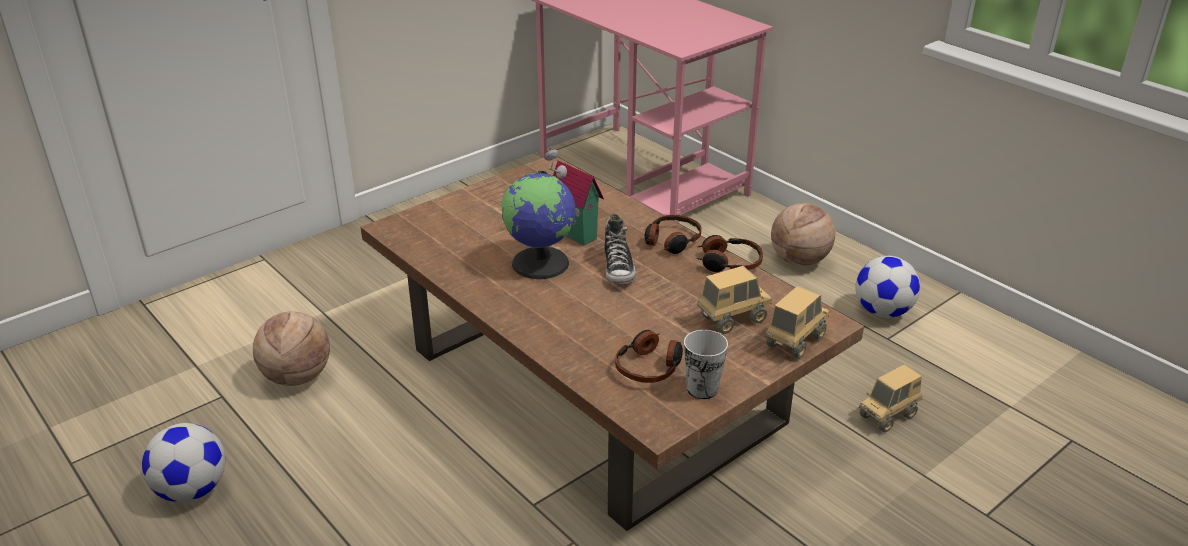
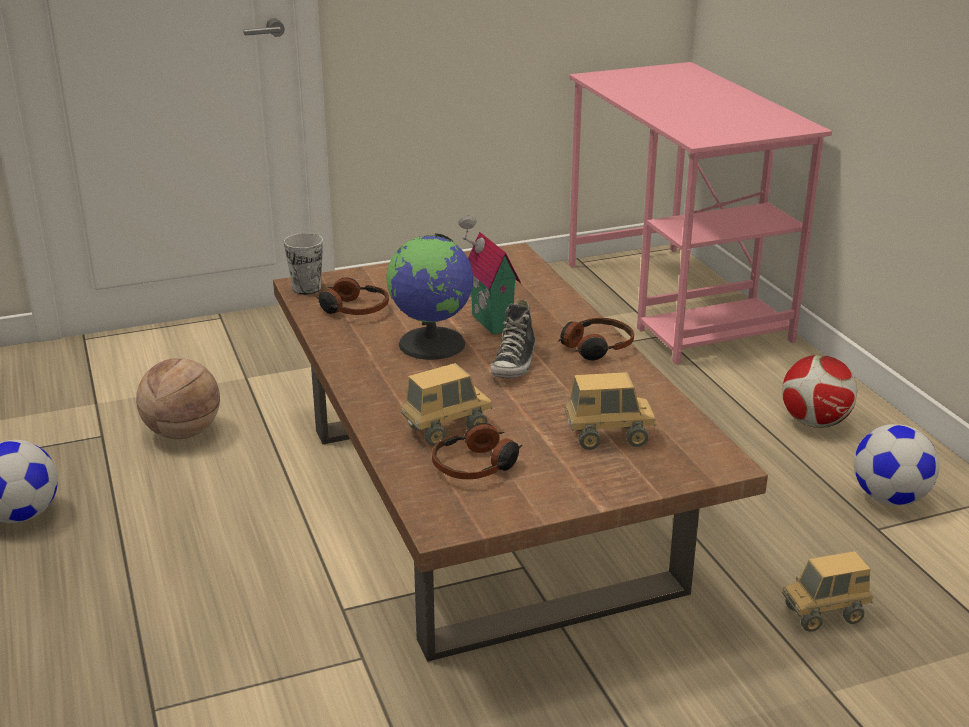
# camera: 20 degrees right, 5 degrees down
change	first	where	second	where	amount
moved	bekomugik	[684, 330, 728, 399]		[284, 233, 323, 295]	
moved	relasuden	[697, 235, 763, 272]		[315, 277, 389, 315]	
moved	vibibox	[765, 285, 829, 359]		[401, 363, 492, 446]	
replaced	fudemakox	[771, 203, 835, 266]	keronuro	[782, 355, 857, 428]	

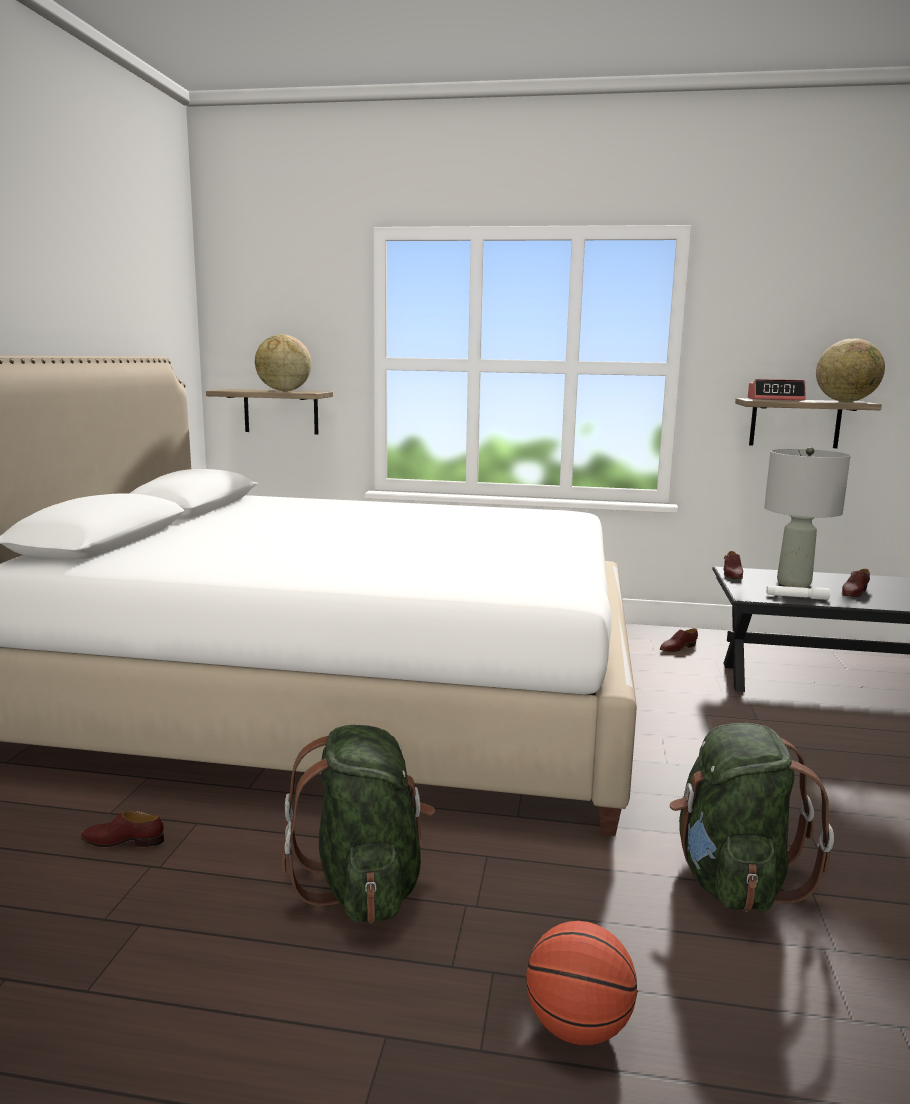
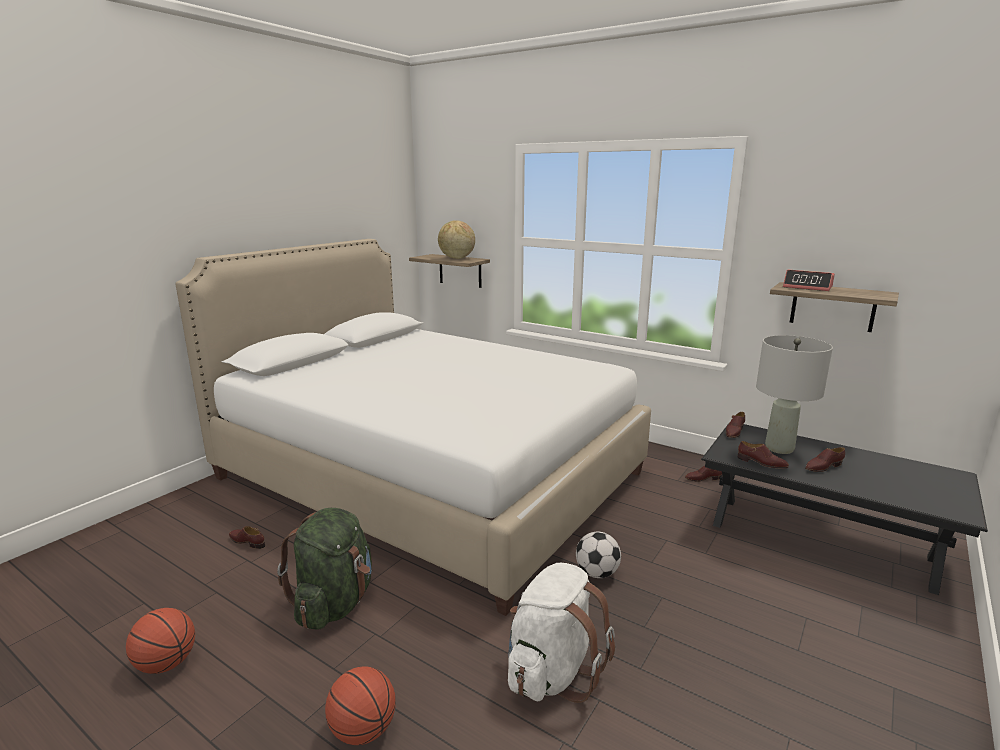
# camera: 25 degrees right, 5 degrees up
change	first	where	second	where	amount
removed	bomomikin	[816, 338, 885, 402]			
added			fudemakox	[126, 608, 195, 674]	
added			keronuro	[576, 532, 621, 578]	
replaced	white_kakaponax	[766, 586, 830, 600]	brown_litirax	[738, 441, 789, 469]	
recoloured	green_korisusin	[669, 723, 834, 912]	white_korisusin	[508, 563, 615, 703]	

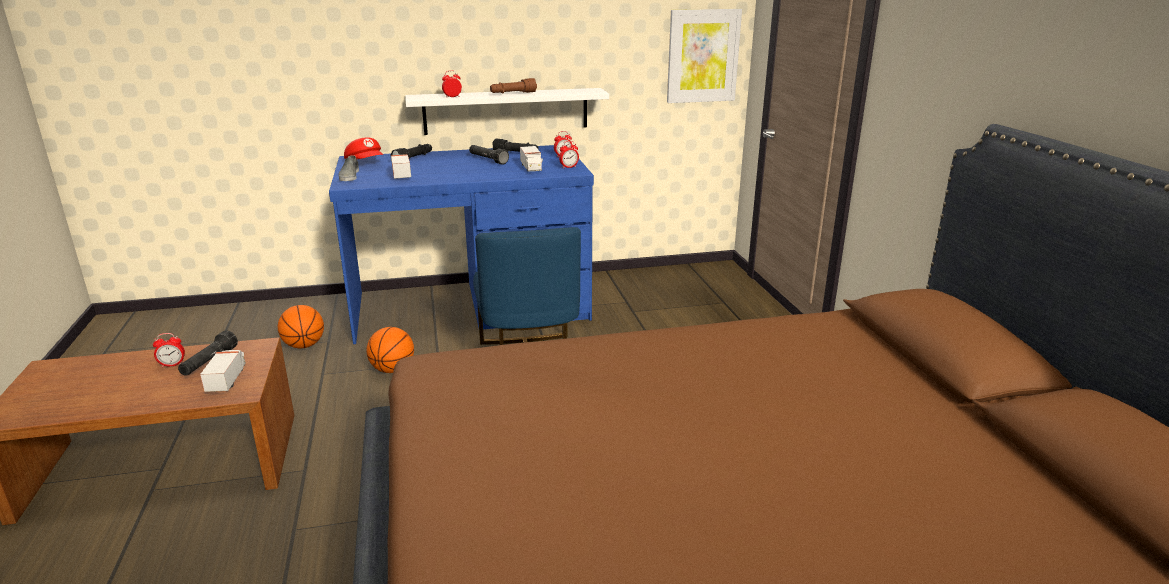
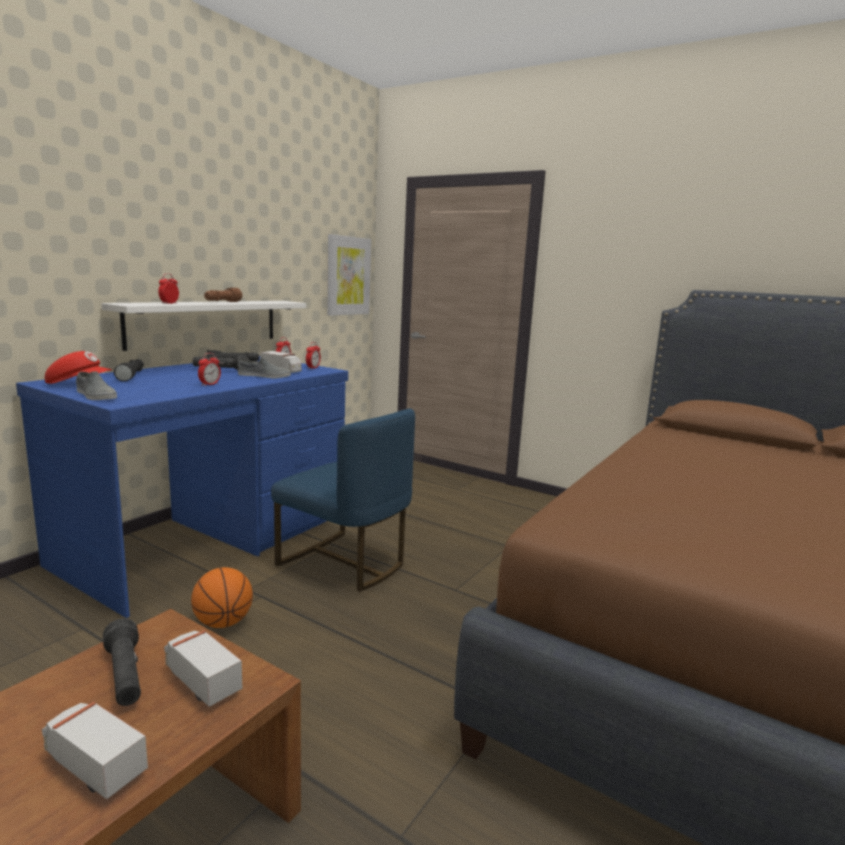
# camera: 45 degrees left, 10 degrees down
change	first	where	second	where	amount
removed	fudemakox	[278, 305, 324, 348]			
added			grey_litirax	[238, 357, 291, 378]	
moved	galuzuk	[153, 333, 185, 368]		[198, 353, 221, 386]	
moved	vibibox	[391, 154, 411, 179]		[42, 702, 148, 800]	

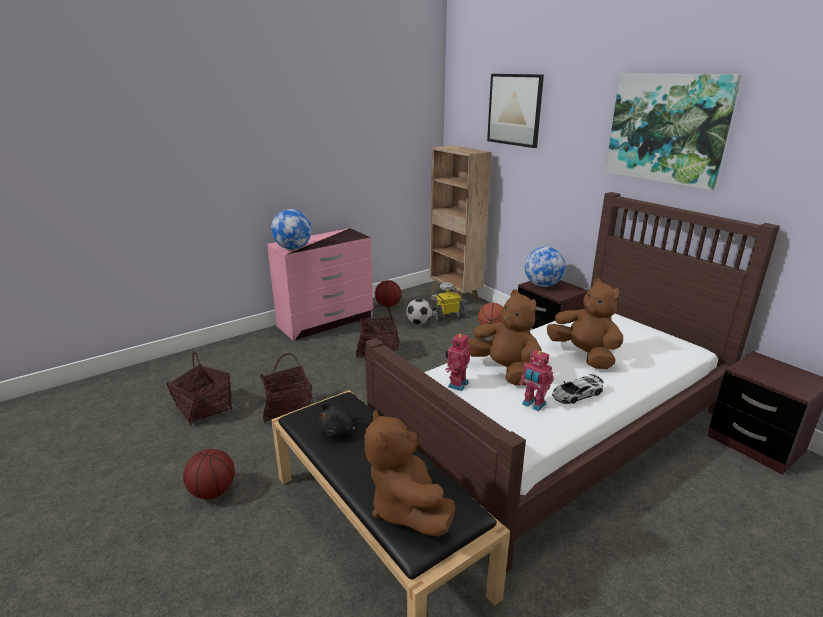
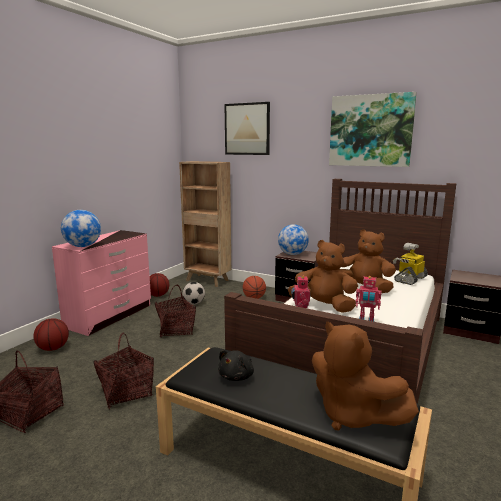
# camera: 25 degrees left, 10 degrees down
change	first	where	second	where	amount
removed	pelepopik	[552, 374, 604, 404]			
moved	fudemakox	[183, 449, 235, 499]		[33, 318, 69, 351]	
moved	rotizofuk	[431, 282, 466, 322]		[393, 243, 428, 285]	

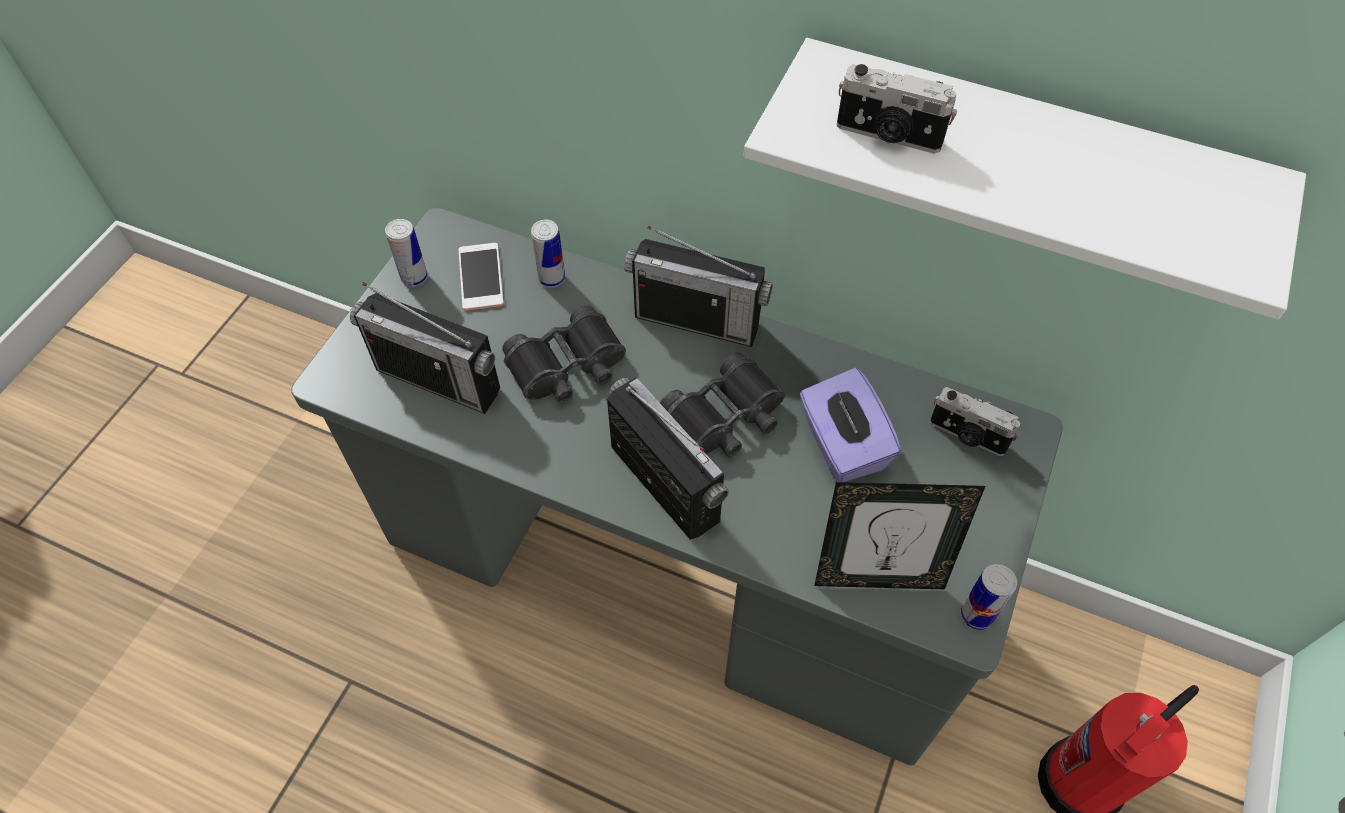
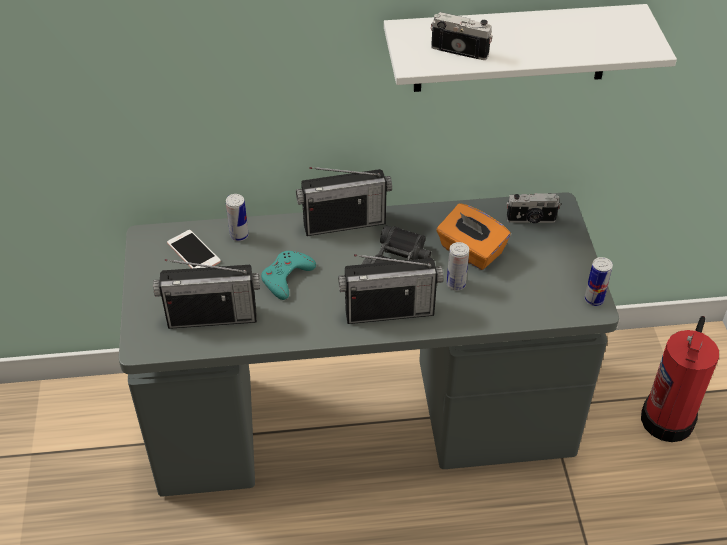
# camera: 30 degrees left, 10 degrees down
change	first	where	second	where	amount
removed	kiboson	[814, 482, 985, 589]			
moved	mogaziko	[385, 219, 428, 287]		[447, 242, 469, 291]	
replaced	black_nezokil	[503, 305, 626, 403]	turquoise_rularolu	[261, 251, 316, 300]	
recoloured	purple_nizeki	[800, 368, 901, 482]	orange_nizeki	[436, 203, 511, 270]	
turned	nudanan	[607, 377, 729, 540]		[338, 254, 443, 324]	150 degrees clockwise
turned	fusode	[837, 64, 957, 153]		[431, 12, 493, 60]	150 degrees counterclockwise

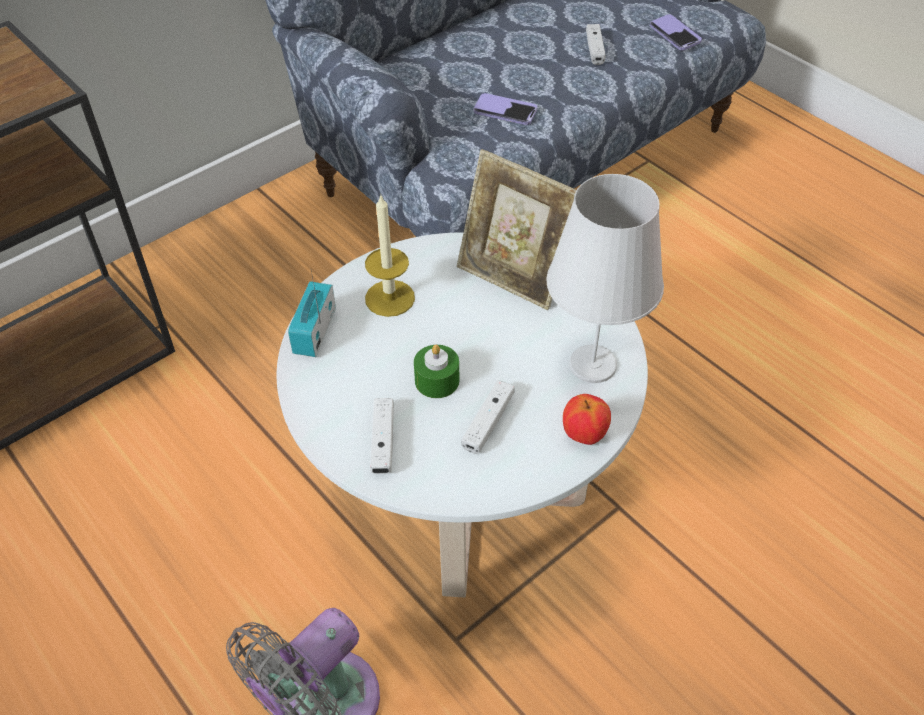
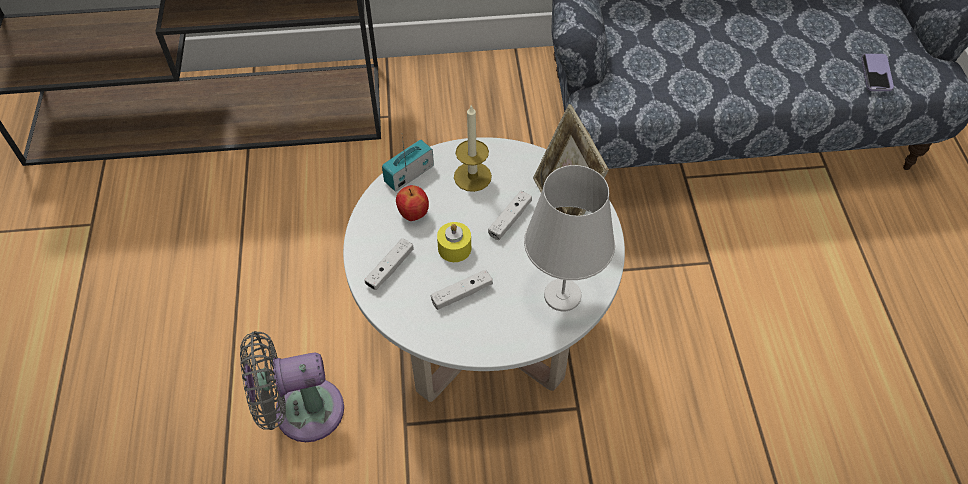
# camera: 35 degrees right, 5 degrees up
change	first	where	second	where	amount
removed	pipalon	[474, 93, 538, 125]			
moved	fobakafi	[563, 394, 611, 445]		[396, 185, 429, 221]	
moved	white_rularolu	[586, 24, 606, 65]		[488, 191, 532, 240]	
recoloured	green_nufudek	[414, 345, 459, 398]	yellow_nufudek	[437, 222, 471, 262]	

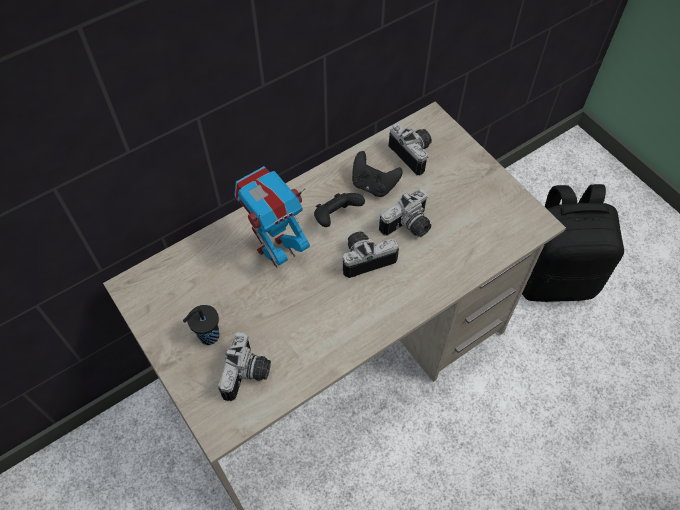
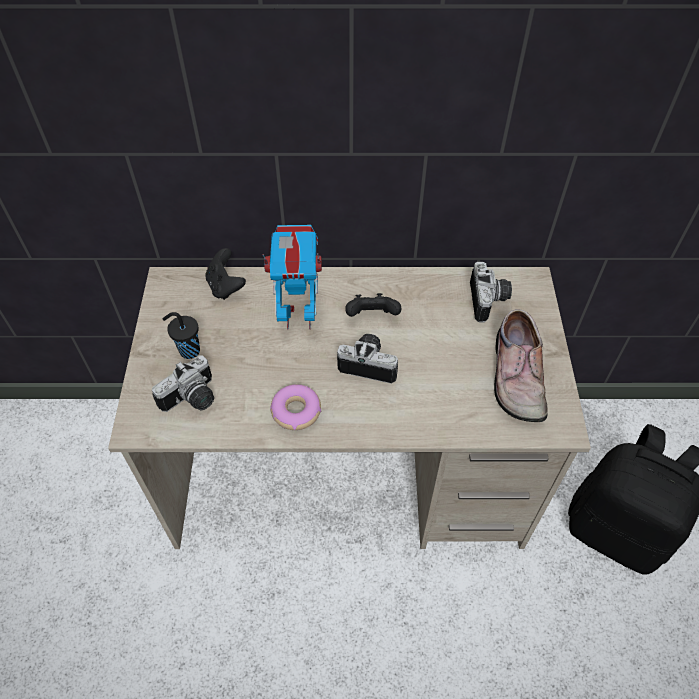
# camera: 35 degrees right, 5 degrees down
change	first	where	second	where	amount
removed	fusode	[379, 189, 431, 237]			
added			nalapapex	[270, 384, 321, 430]	
added			litirax	[494, 309, 548, 422]	
moved	black_rularolu	[352, 151, 403, 197]		[205, 248, 246, 300]	

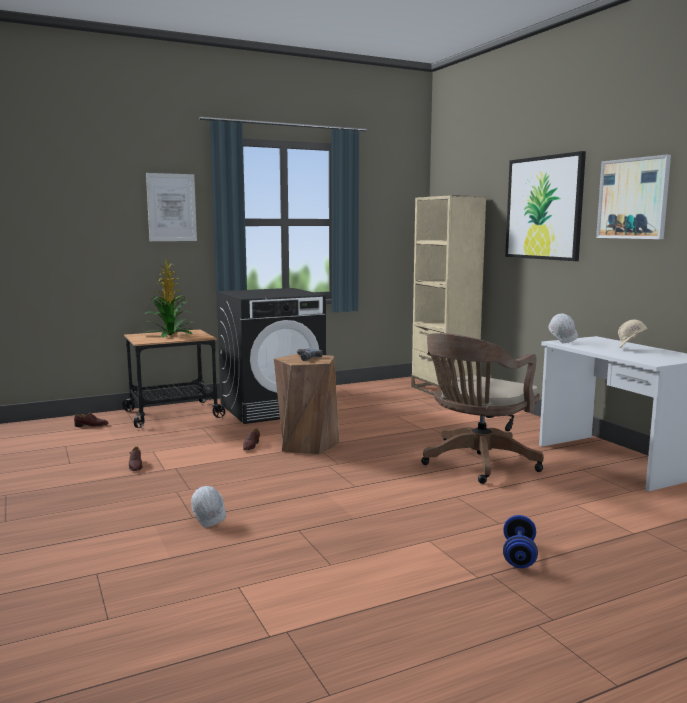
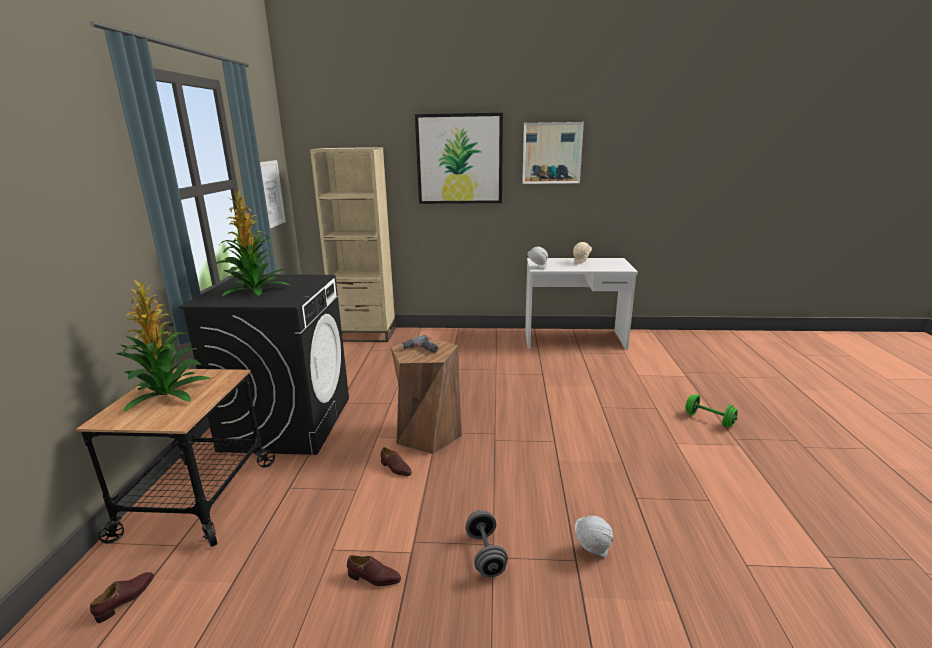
# camera: 60 degrees left, 10 degrees up
change	first	where	second	where	amount
removed	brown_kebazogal	[421, 333, 544, 484]			
added			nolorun	[214, 190, 289, 296]	
added			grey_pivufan	[465, 510, 508, 578]	
moved	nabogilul	[146, 173, 197, 241]		[260, 160, 286, 228]	
recoloured	blue_pivufan	[503, 515, 538, 568]	green_pivufan	[685, 394, 738, 427]	

